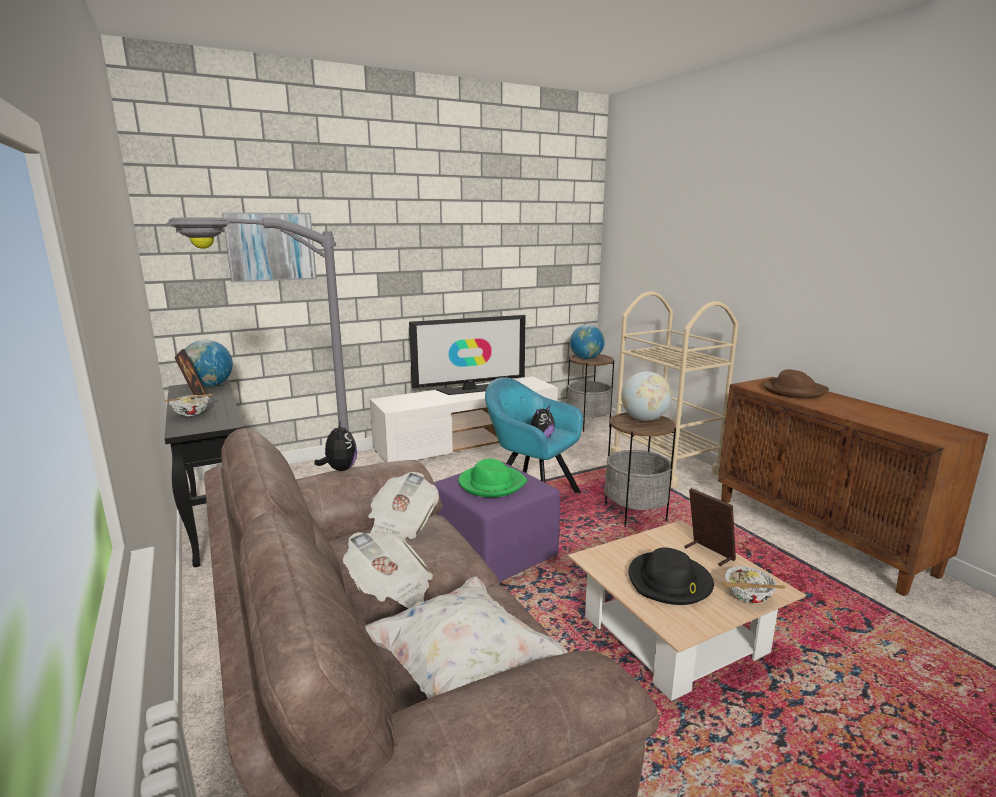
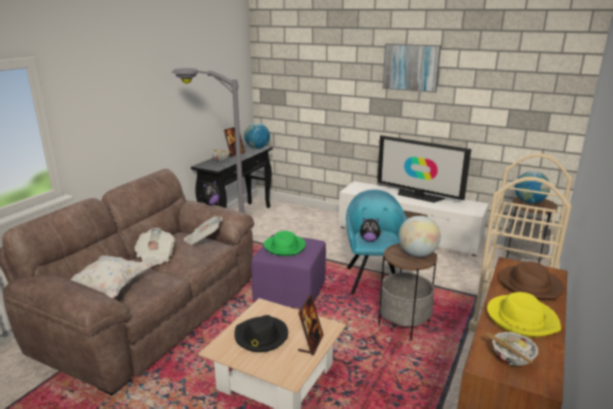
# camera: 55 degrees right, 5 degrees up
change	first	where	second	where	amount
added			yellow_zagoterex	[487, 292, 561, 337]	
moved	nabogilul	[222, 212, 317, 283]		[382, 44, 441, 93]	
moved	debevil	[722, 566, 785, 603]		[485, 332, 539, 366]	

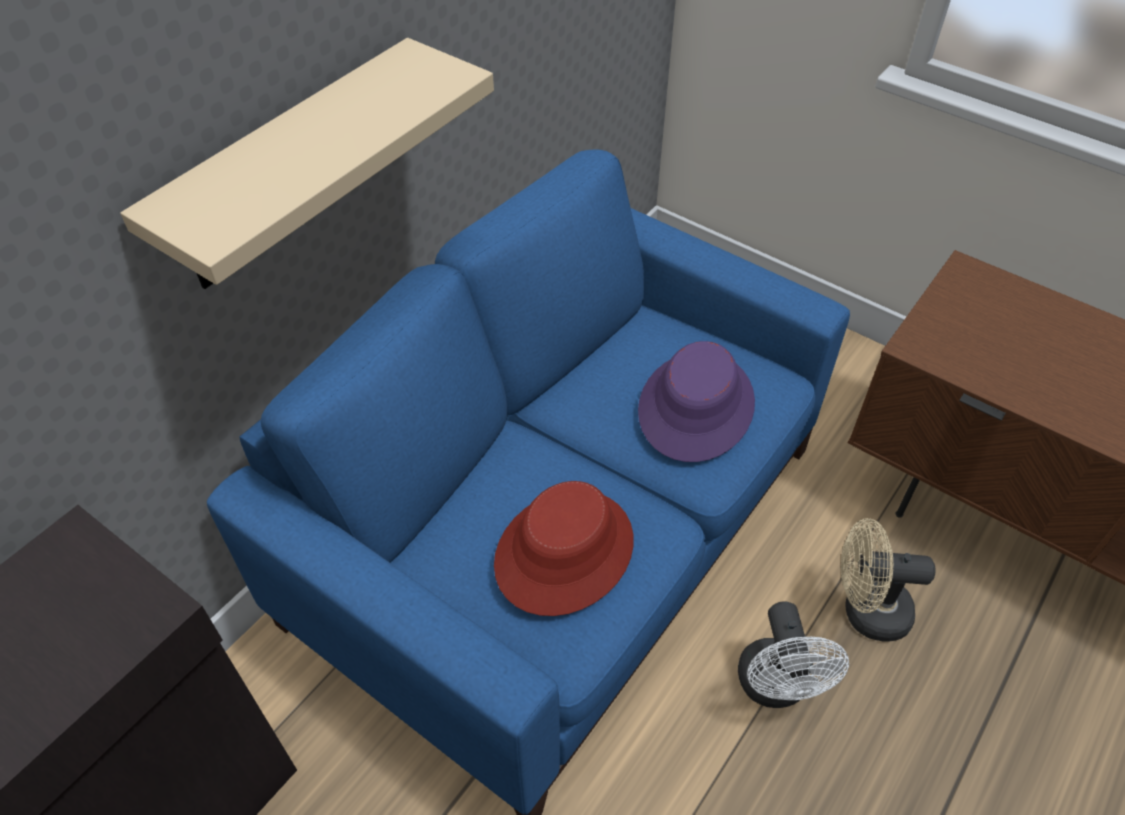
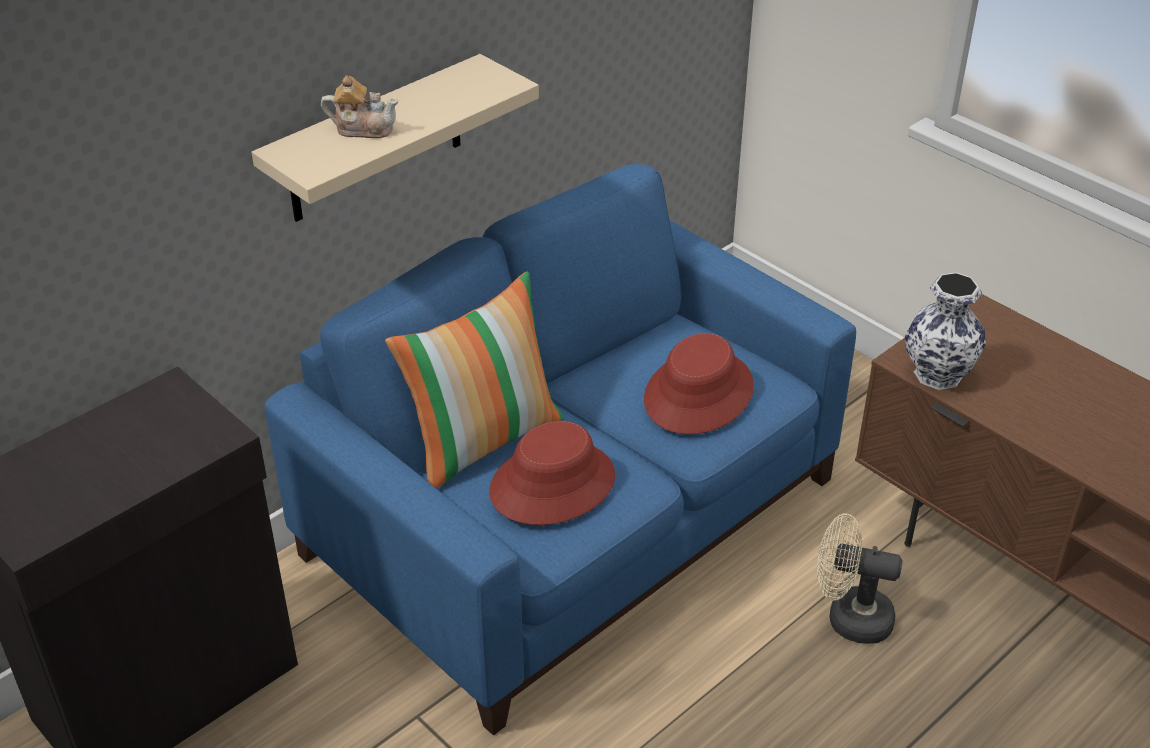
# camera: 10 degrees right, 10 degrees down
change	first	where	second	where	amount
removed	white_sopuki	[738, 601, 849, 708]			
added			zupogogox	[321, 76, 399, 138]	
added			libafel	[385, 271, 564, 489]	
added			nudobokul	[905, 273, 986, 390]	
recoloured	purple_zagoterex	[638, 341, 755, 462]	red_zagoterex	[644, 333, 754, 435]	

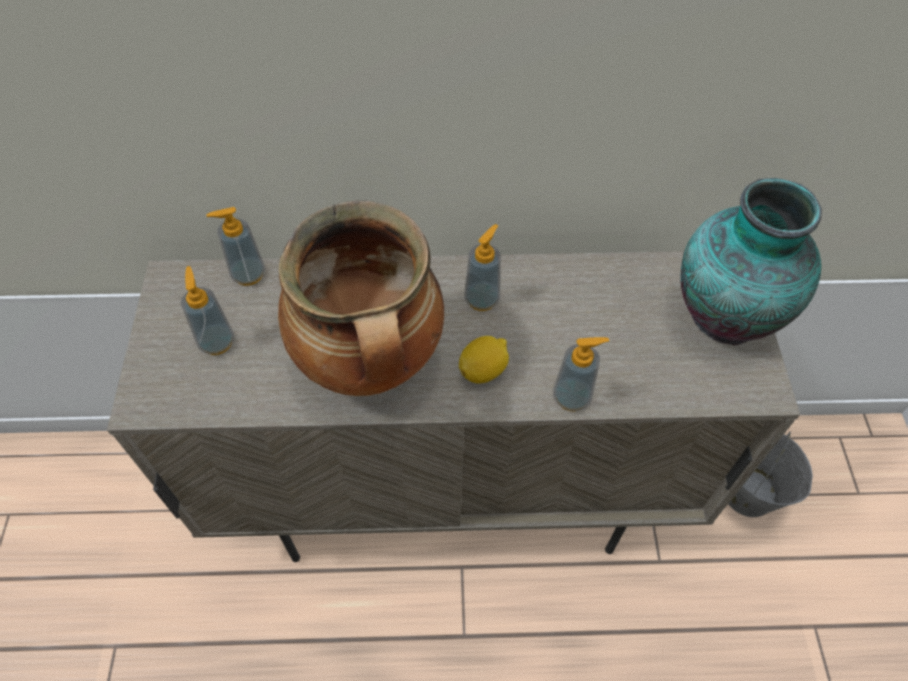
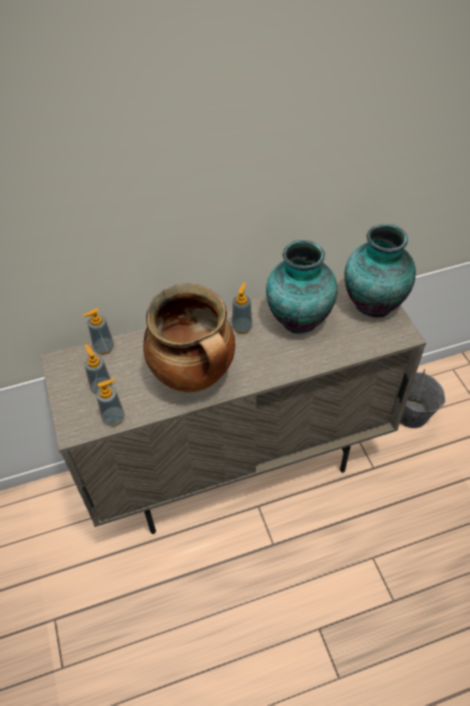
# camera: 15 degrees left, 5 degrees down
change	first	where	second	where	amount
removed	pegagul	[459, 336, 509, 384]			
added			nudobokul	[266, 240, 338, 334]	
moved	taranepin	[553, 337, 609, 411]		[96, 379, 125, 426]	

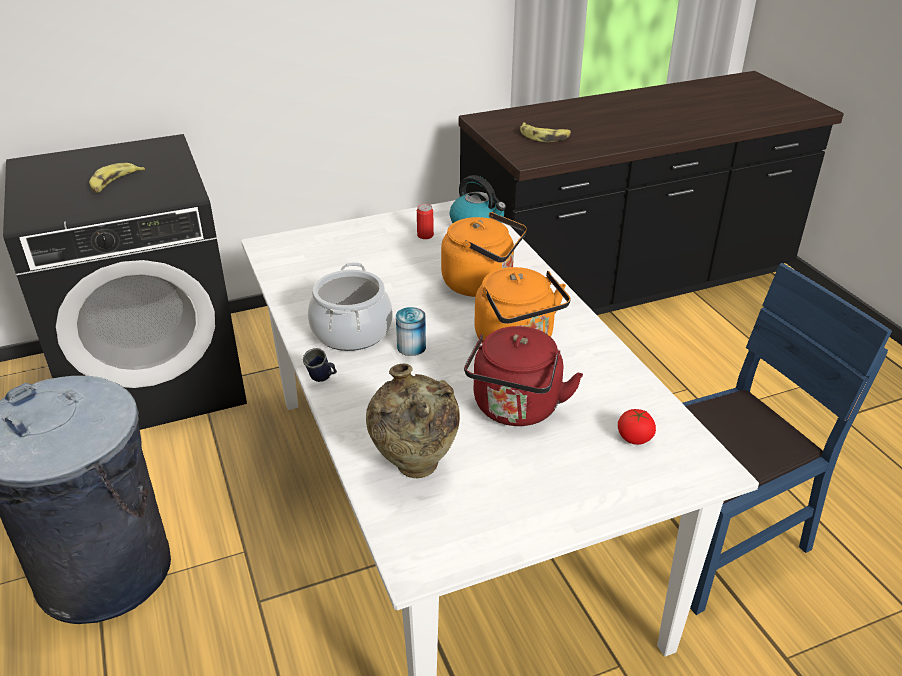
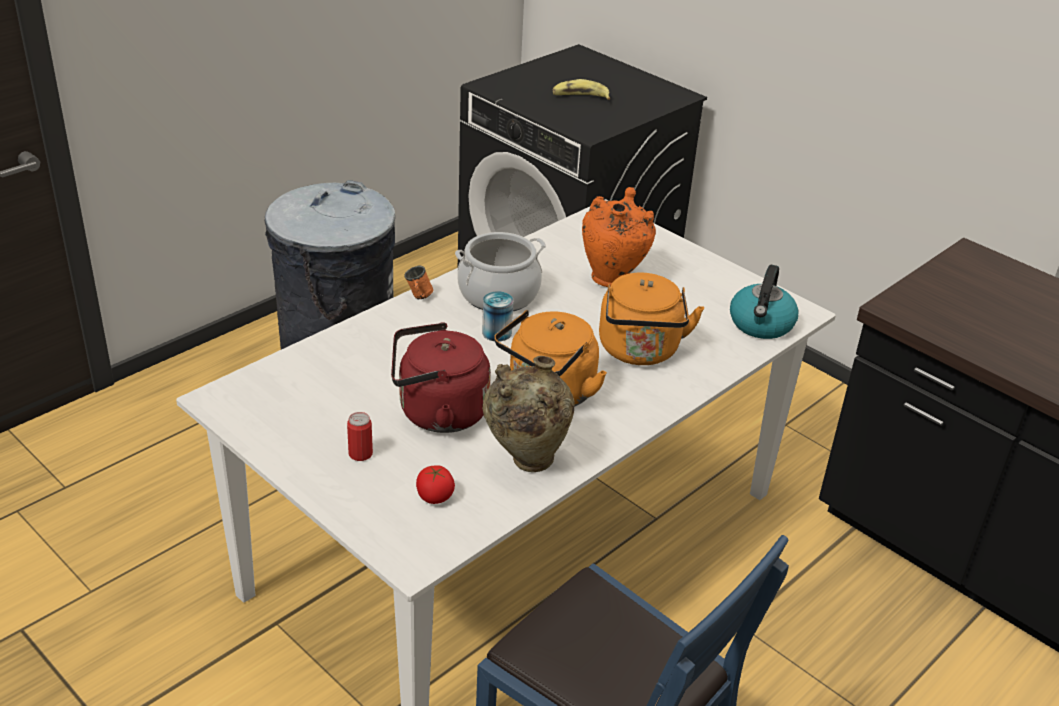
# camera: 65 degrees right, 0 degrees up
change	first	where	second	where	amount
removed	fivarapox	[520, 122, 571, 142]			
added			orange_nudobokul	[582, 187, 656, 287]	
moved	beige_nudobokul	[366, 364, 460, 478]		[482, 356, 575, 472]	
moved	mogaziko	[417, 204, 434, 239]		[347, 412, 373, 461]	
recoloured	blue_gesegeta	[303, 348, 337, 382]	orange_gesegeta	[405, 266, 433, 299]	

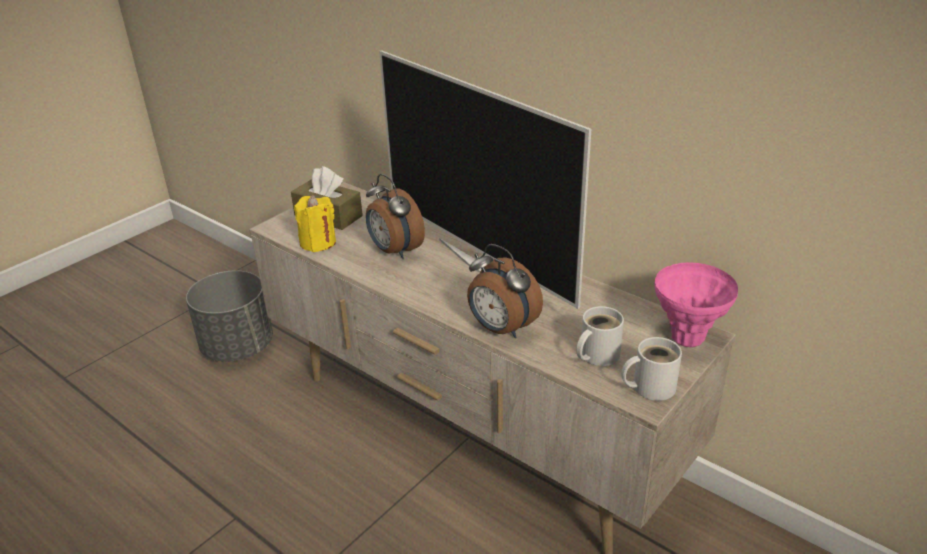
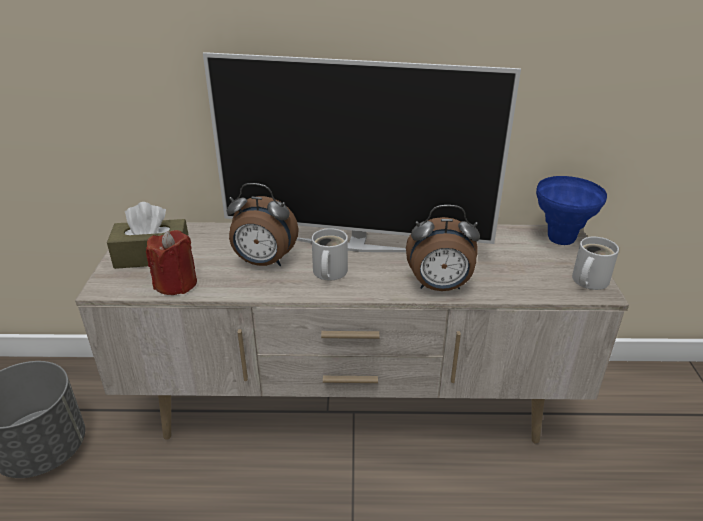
# camera: 40 degrees left, 0 degrees up
change	first	where	second	where	amount
moved	white_gesegeta	[576, 306, 624, 366]		[312, 228, 348, 281]	
recoloured	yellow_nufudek	[294, 195, 336, 252]	red_nufudek	[146, 230, 197, 295]	
recoloured	pink_nudobokul	[655, 263, 738, 347]	blue_nudobokul	[536, 176, 607, 245]	

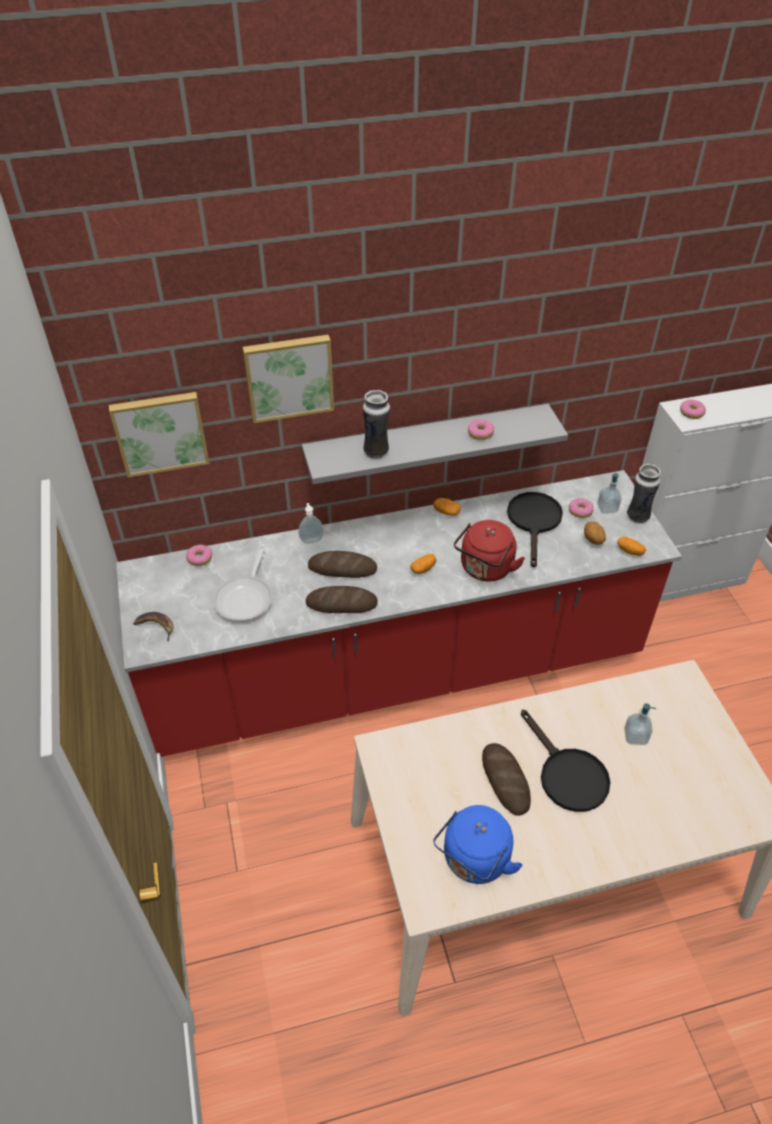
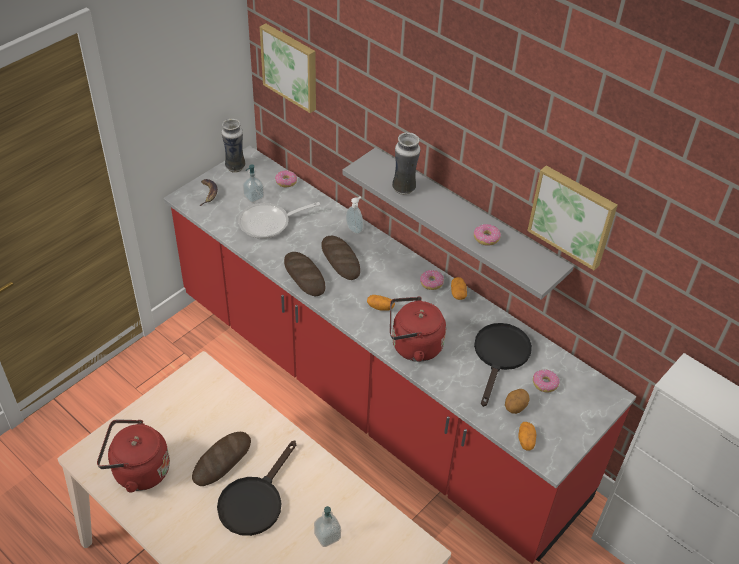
# camera: 55 degrees right, 0 degrees up
change	first	where	second	where	amount
moved	nabogilul	[243, 335, 334, 423]		[527, 165, 618, 270]	
moved	taranepin	[597, 473, 621, 514]		[242, 164, 264, 203]	
moved	nudobokul	[627, 464, 661, 523]		[222, 119, 246, 172]	
moved	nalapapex	[680, 399, 706, 419]		[420, 270, 444, 290]	
recoloured	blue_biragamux	[433, 805, 523, 884]	red_biragamux	[97, 420, 170, 493]	
turned	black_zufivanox	[507, 492, 563, 568]		[474, 323, 532, 407]	45 degrees counterclockwise

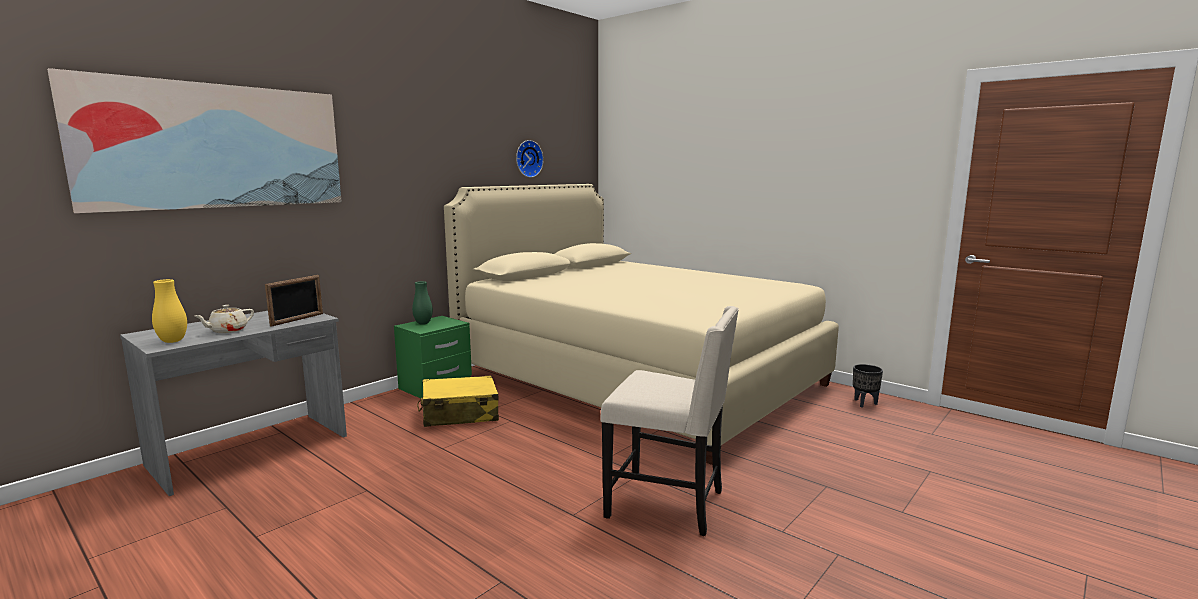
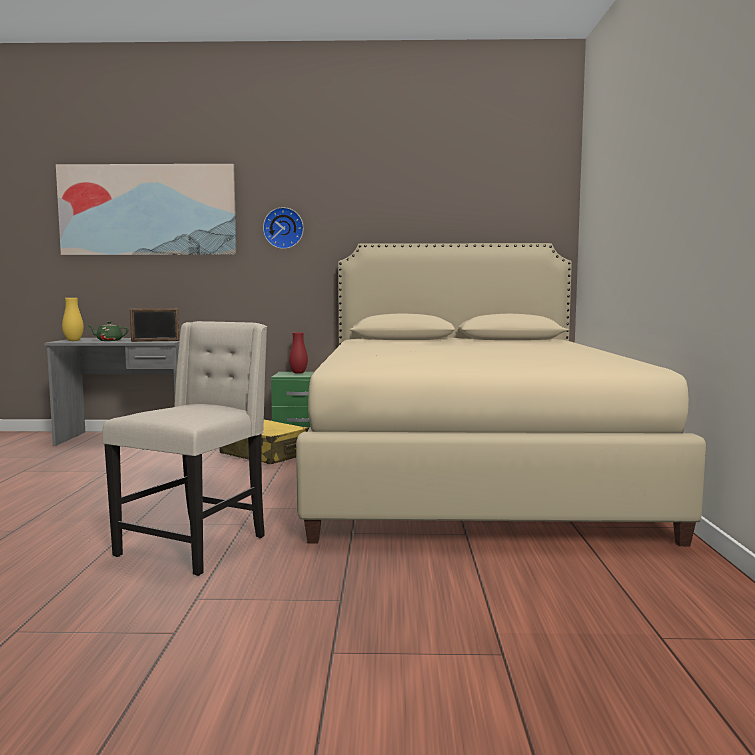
# camera: 50 degrees right, 5 degrees down
change	first	where	second	where	amount
removed	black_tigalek	[852, 364, 883, 408]			
moved	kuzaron	[516, 140, 544, 178]		[263, 207, 304, 249]	
recoloured	beige_zupogogox	[195, 305, 254, 333]	green_zupogogox	[89, 321, 128, 341]	
recoloured	green_nudobokul	[412, 281, 433, 325]	red_nudobokul	[289, 332, 308, 374]	
turned	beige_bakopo	[600, 306, 739, 536]		[103, 321, 267, 576]	135 degrees counterclockwise

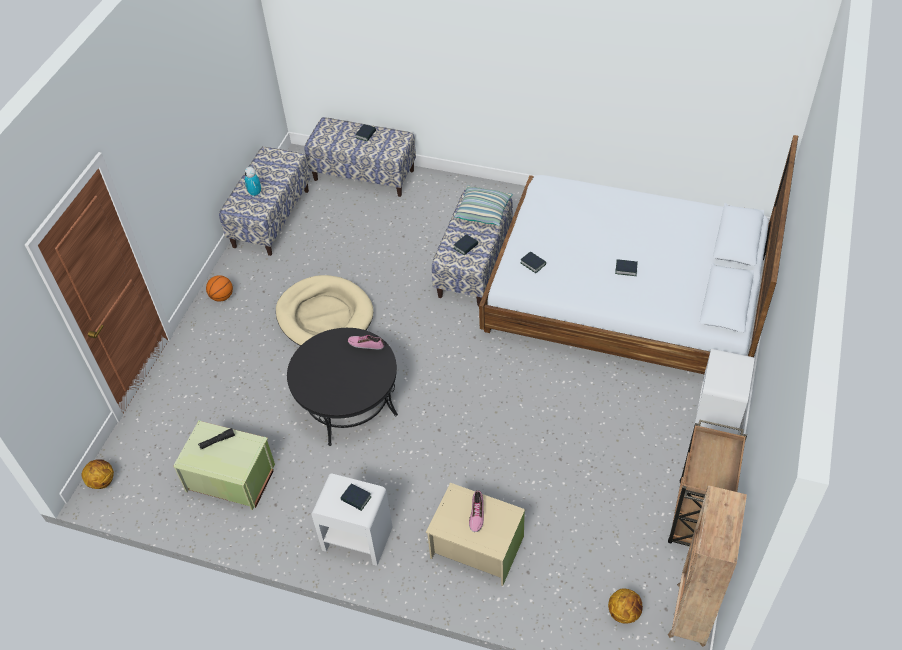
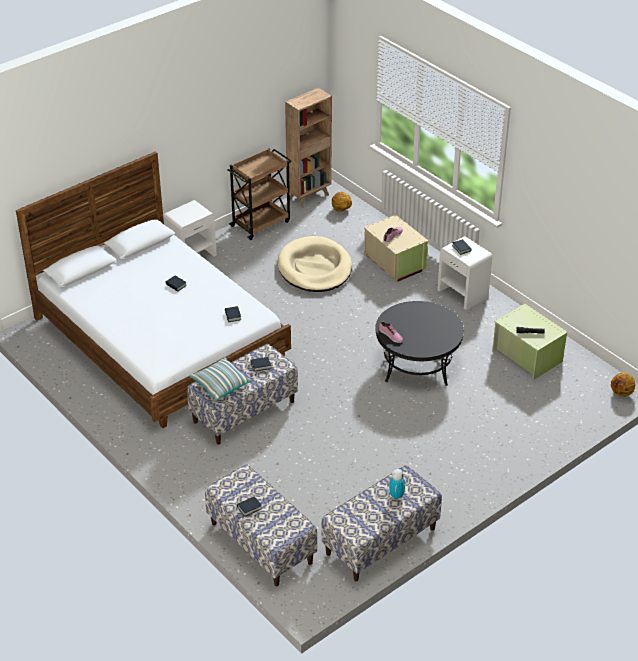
# camera: 150 degrees left, 10 degrees down
change	first	where	second	where	amount
removed	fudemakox	[206, 275, 233, 302]			
moved	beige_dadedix	[276, 275, 373, 346]		[277, 236, 352, 292]	

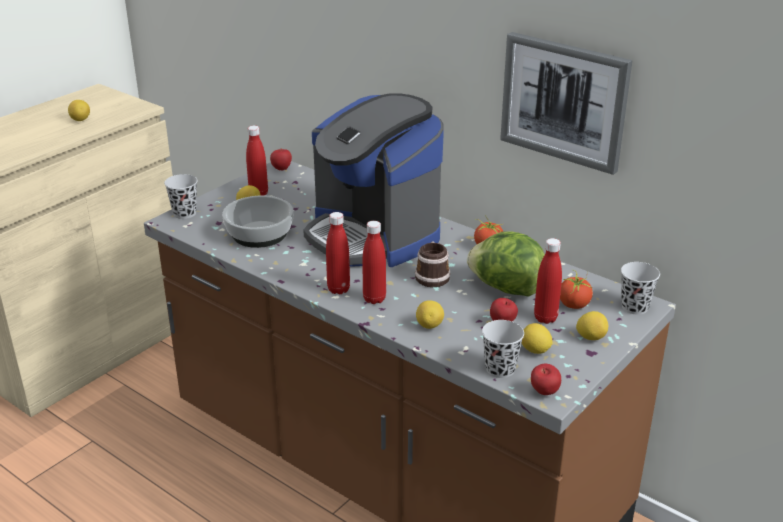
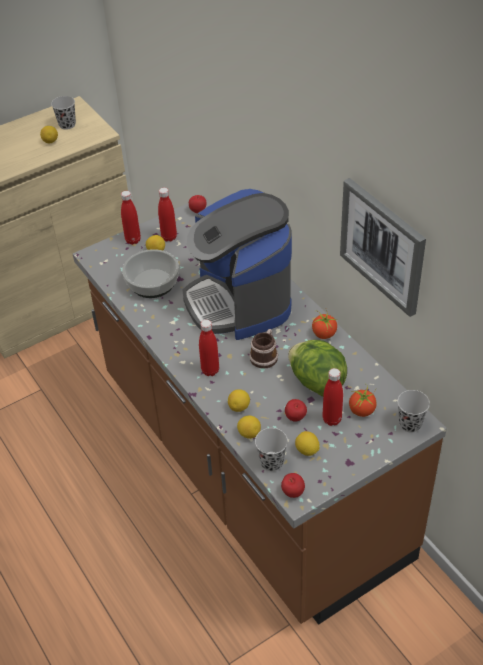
# camera: 20 degrees right, 15 degrees up
change	first	where	second	where	amount
moved	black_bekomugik	[164, 174, 198, 219]		[51, 96, 76, 130]	
moved	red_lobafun	[326, 212, 350, 294]		[121, 191, 141, 245]	
moved	pegagul	[576, 311, 608, 340]		[237, 416, 261, 439]	

